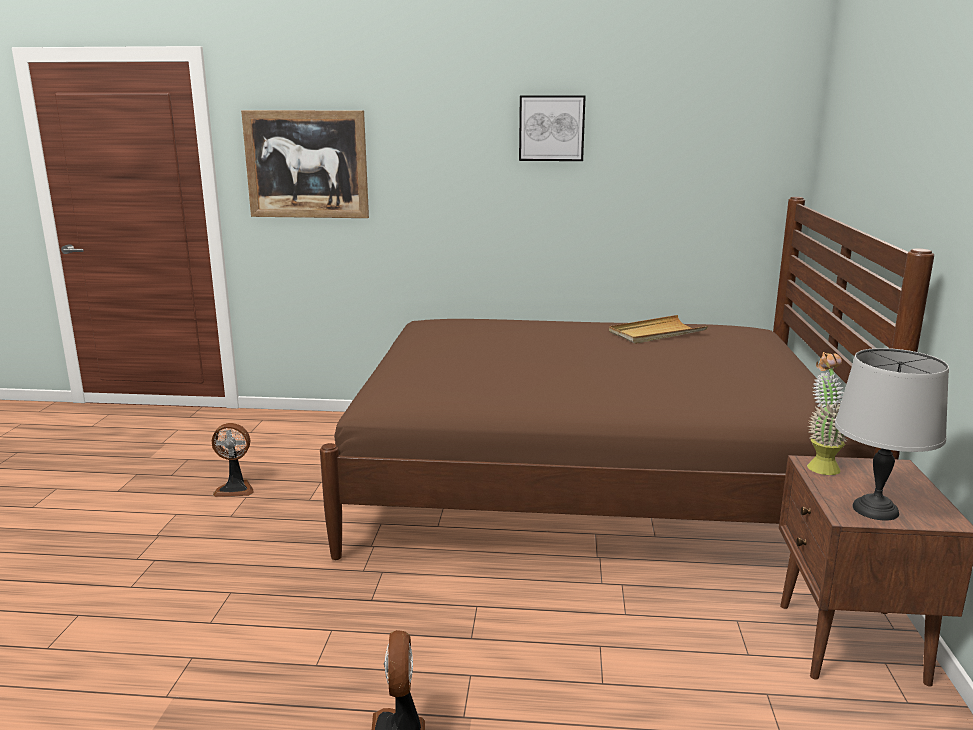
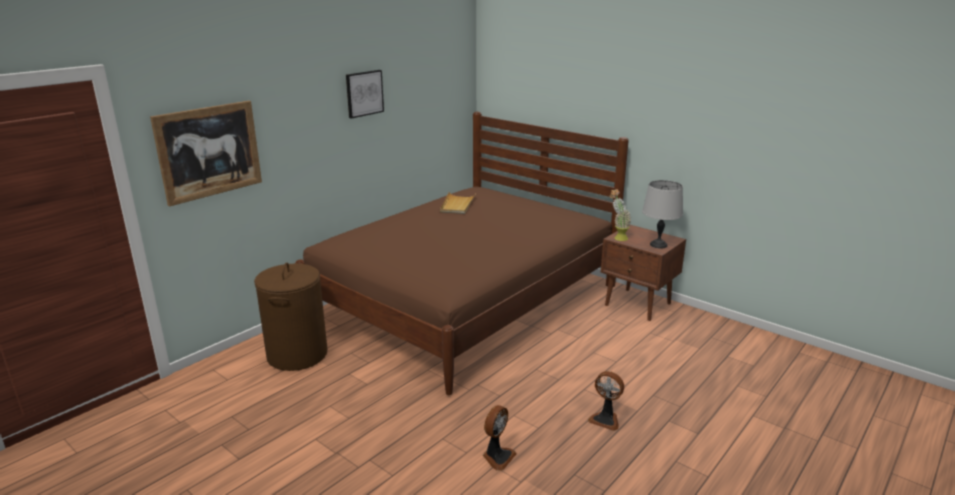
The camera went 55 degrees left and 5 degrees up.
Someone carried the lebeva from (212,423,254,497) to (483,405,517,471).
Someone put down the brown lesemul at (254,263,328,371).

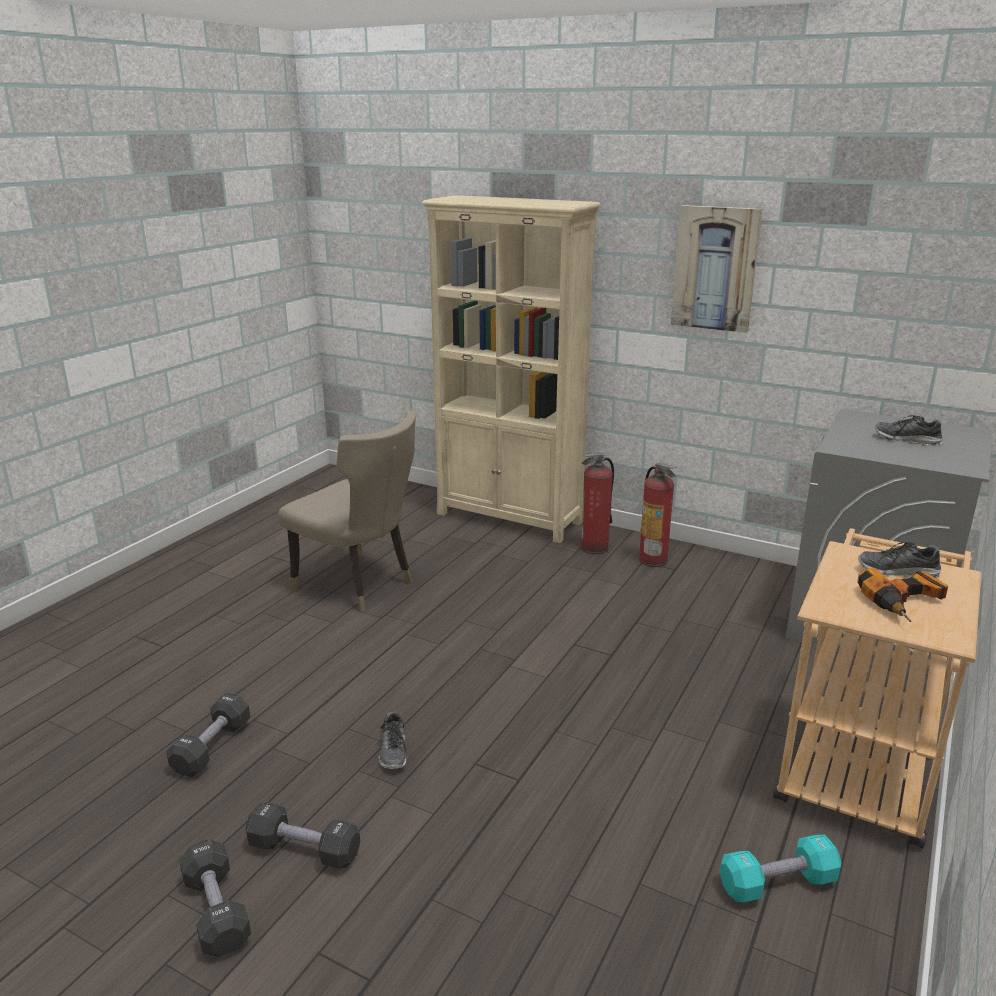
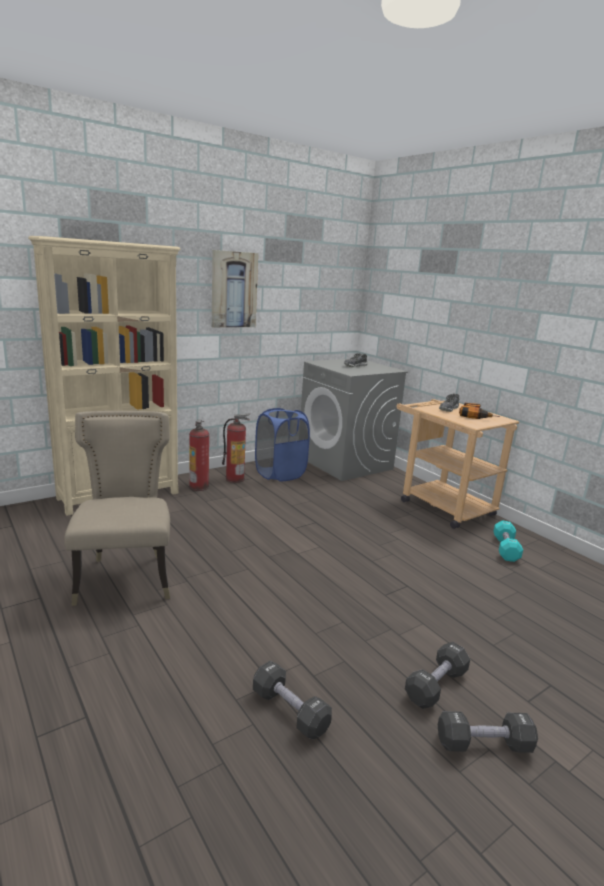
The camera went 65 degrees left and 5 degrees down.
Someone rotated the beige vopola at (278,411,416,612) by 75 degrees counterclockwise.
Someone took away the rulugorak at (379,712,406,769).
Someone put down the blue lesemul at (255,408,310,481).

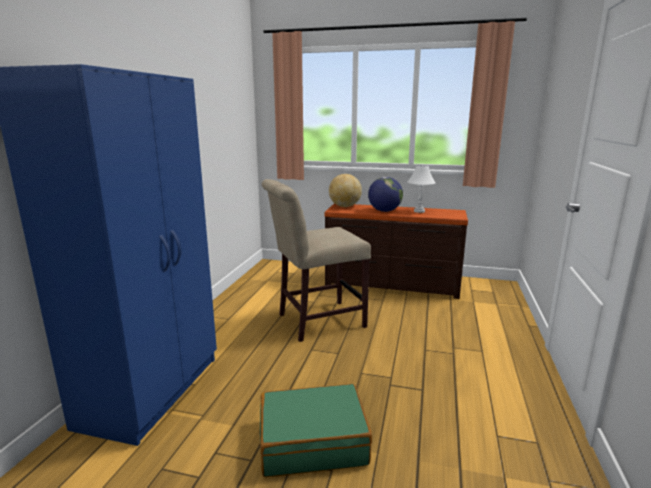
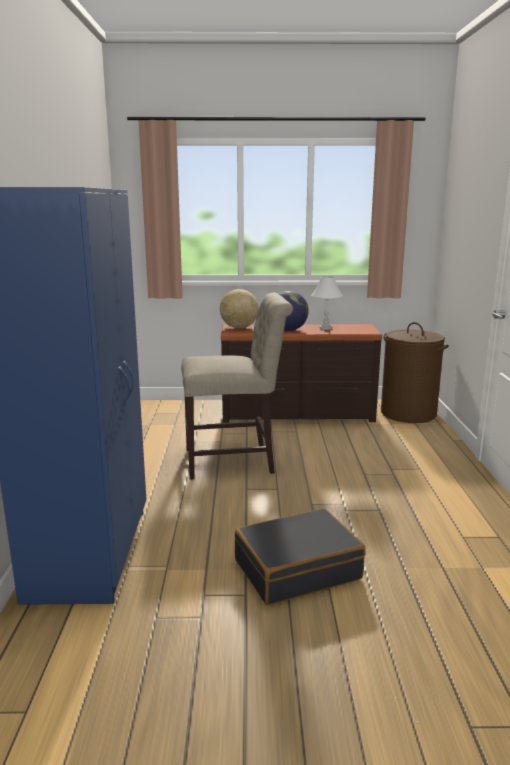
The camera went 15 degrees left and 0 degrees up.
Someone repainted the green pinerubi at (260,384,372,477), which became the black pinerubi at (235,508,365,605).
Someone rotated the beige vopola at (262,179,371,342) by 150 degrees counterclockwise.
Someone put down the brown lesemul at (381,322,449,423).

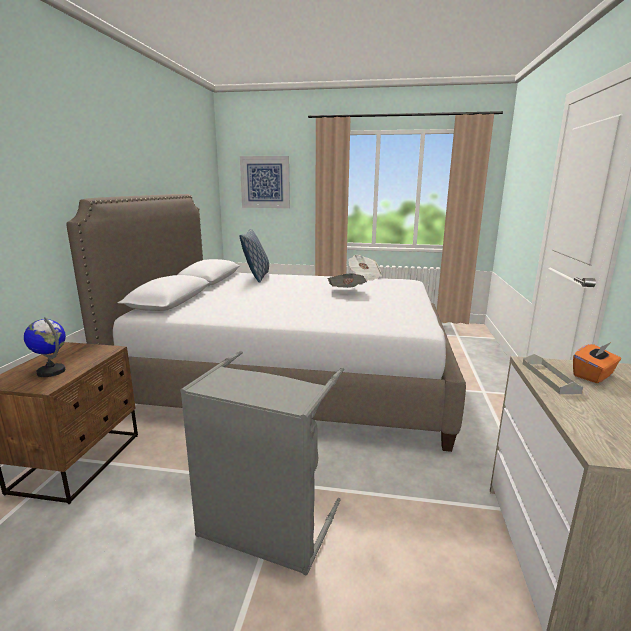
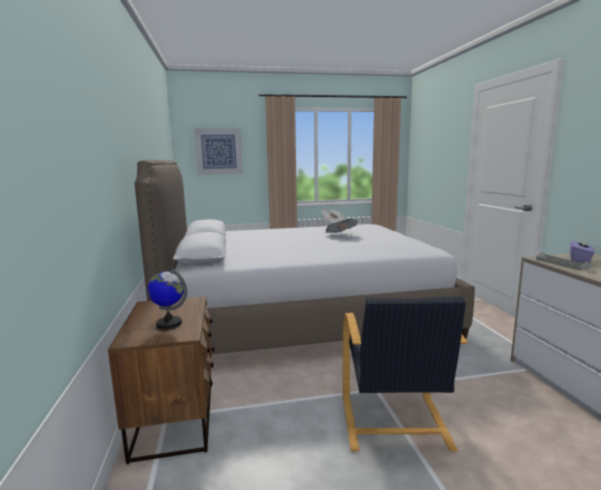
The camera went 20 degrees left and 5 degrees down.
Someone swapped the grey lesemul at (180,351,344,575) for the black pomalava at (343,296,468,451).
Someone took away the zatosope at (240,229,269,283).
Someone repainted the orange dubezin at (573,342,621,383), which became the purple dubezin at (570,238,595,263).

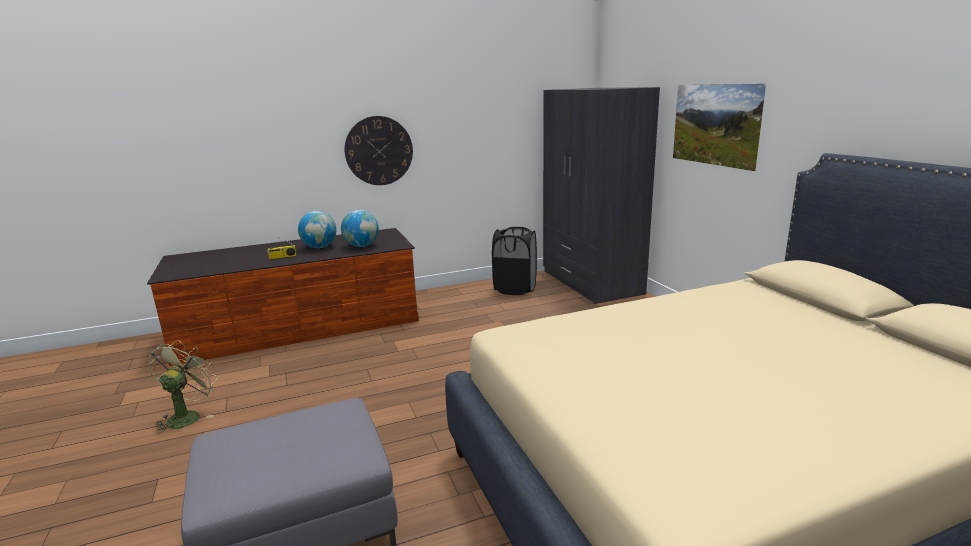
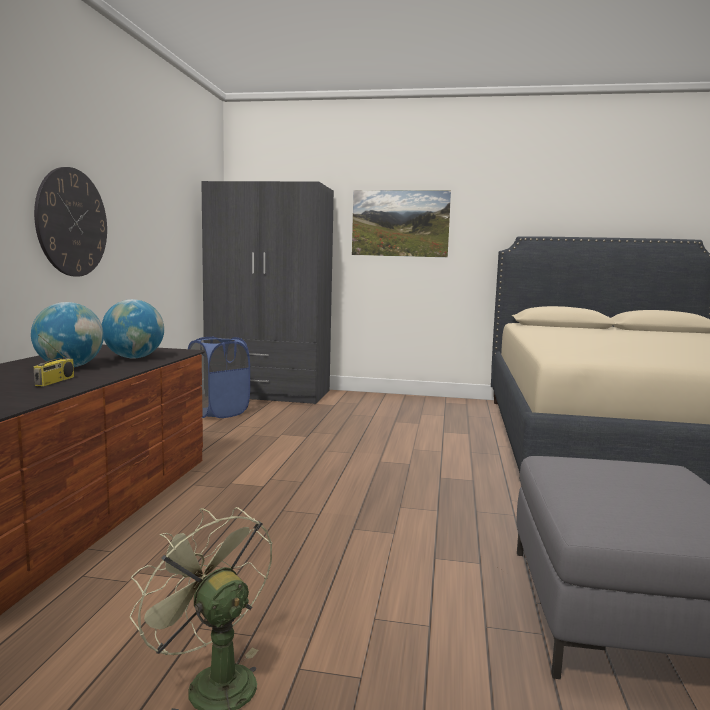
The camera went 60 degrees left and 10 degrees down.
Someone repainted the black lesemul at (492,227,537,295), which became the blue lesemul at (188,336,250,418).

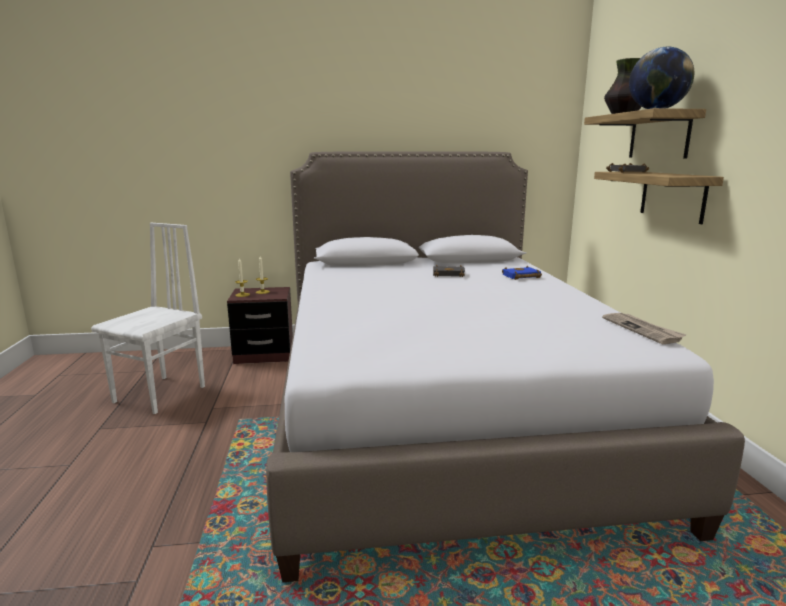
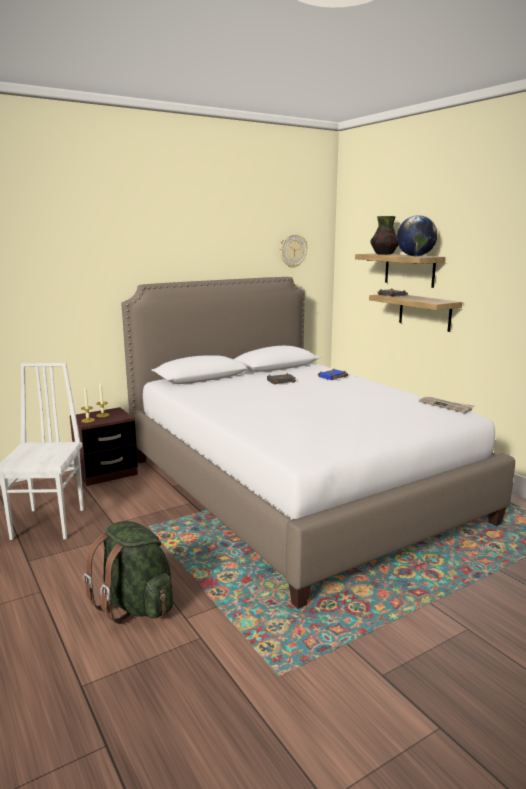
The camera went 25 degrees left and 0 degrees up.
Someone put down the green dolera at (83,521,173,624).
Someone put up the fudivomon at (280,234,307,268).

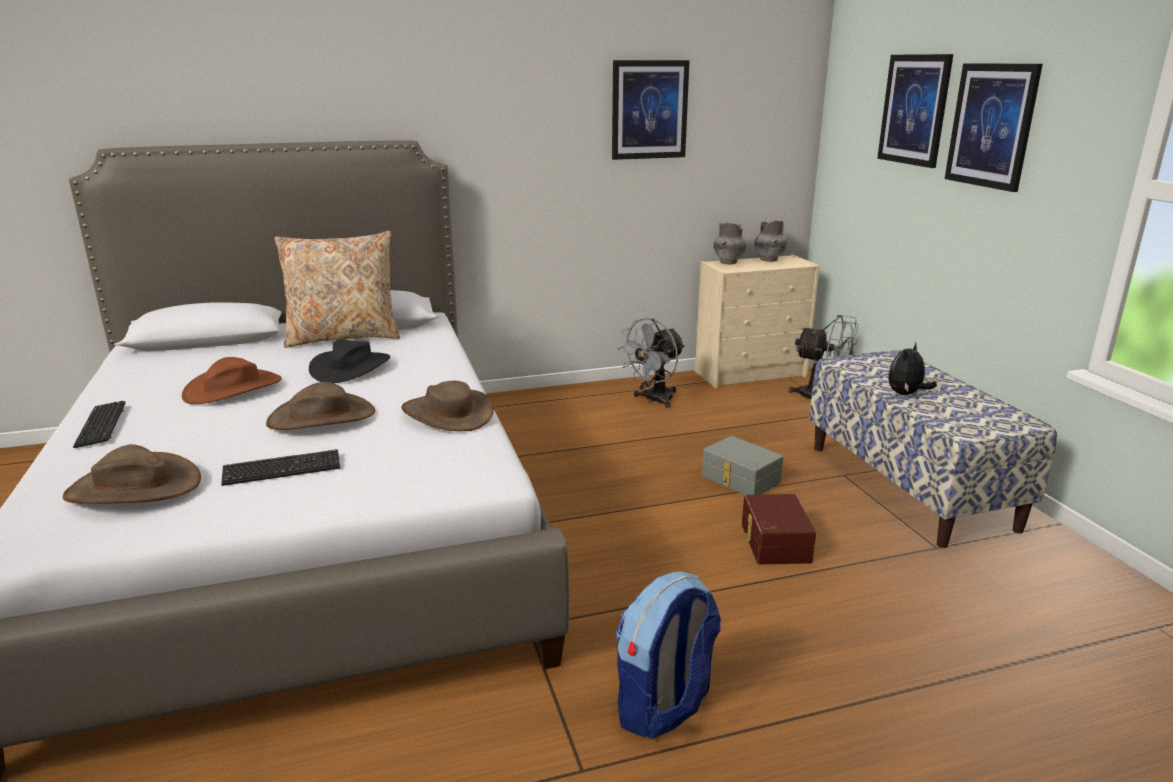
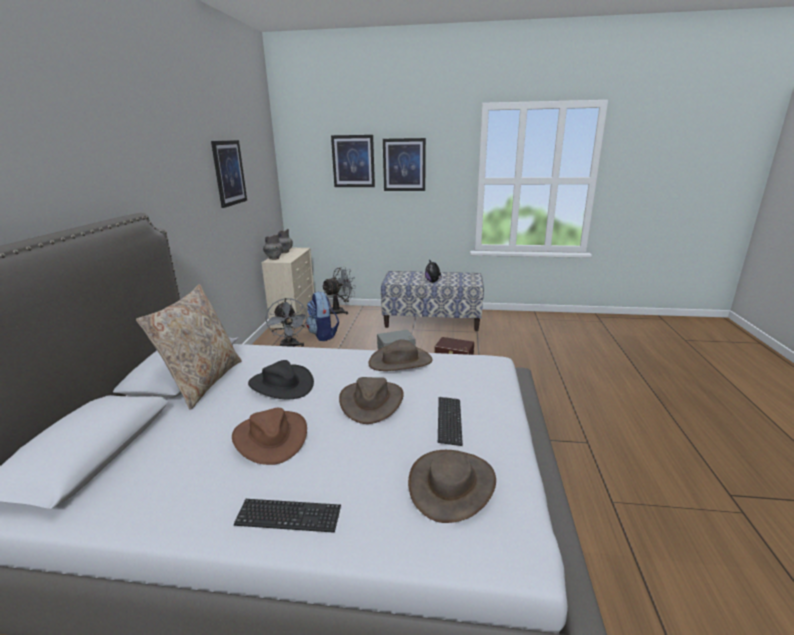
The camera went 65 degrees left and 0 degrees up.
Someone carried the dolera from (616,571,721,739) to (306,291,339,341).

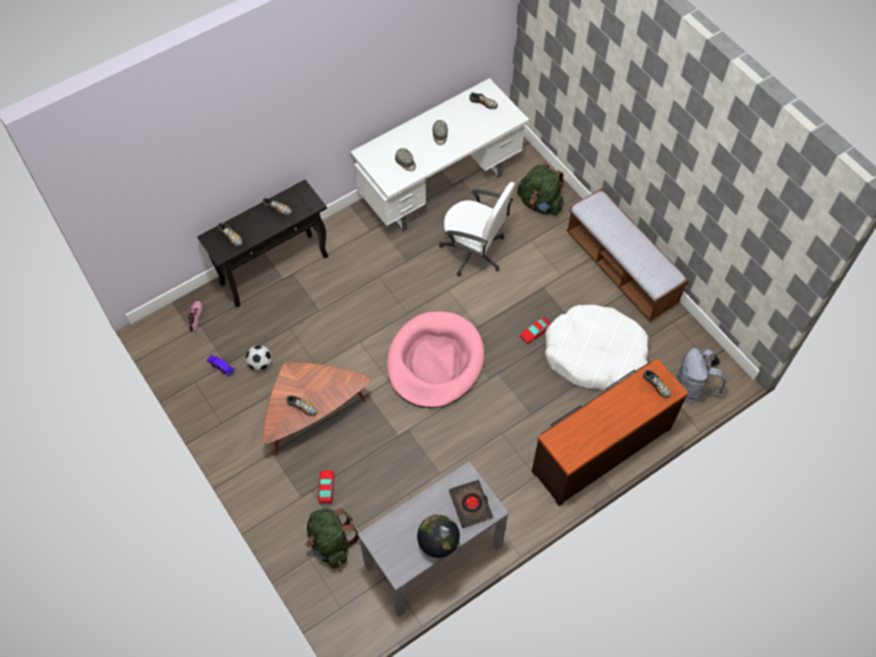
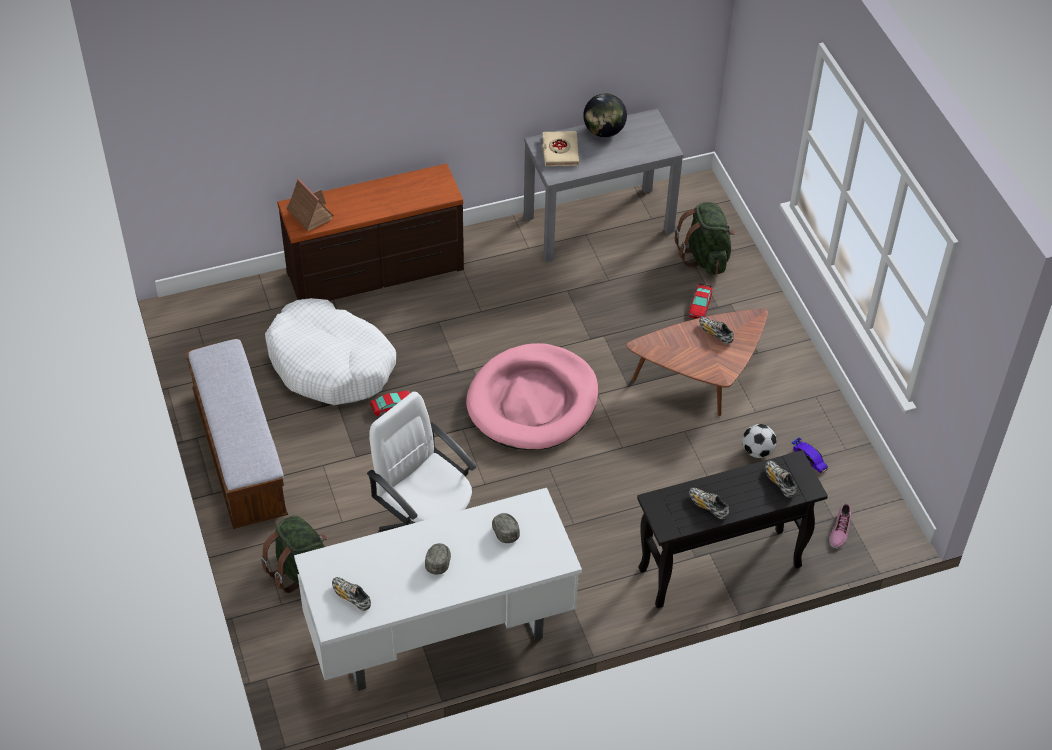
The camera went 165 degrees left and 10 degrees down.
Someone repainted the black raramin at (449,480,493,528), which became the beige raramin at (543,131,580,166).
Someone swapped the rulugorak at (643,370,671,398) for the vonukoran at (286,178,334,231).
Someone took away the grey dolera at (676,348,726,402).

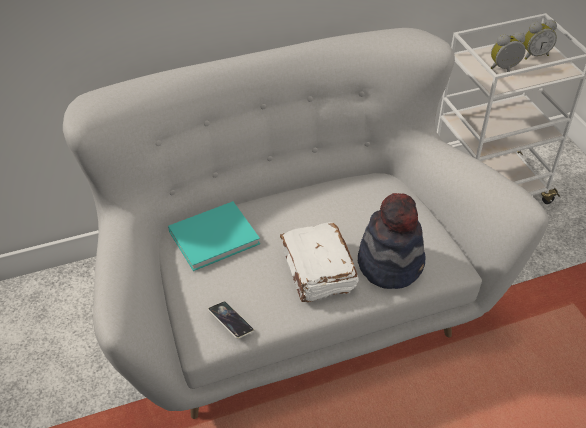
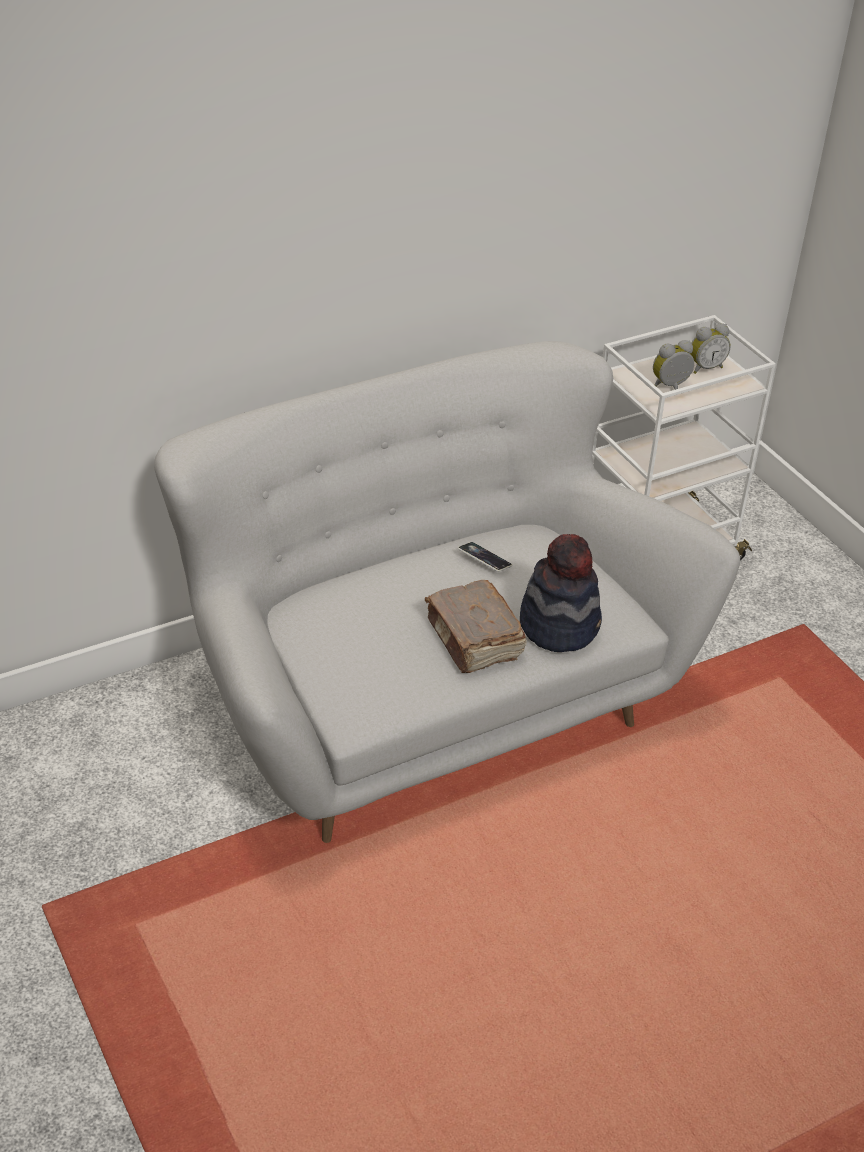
The camera went 10 degrees left and 5 degrees down.
Someone took away the turquoise raramin at (168,201,260,271).
Someone carried the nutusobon from (208,301,254,339) to (458,542,512,572).
Someone repainted the white raramin at (280,222,359,302), which became the brown raramin at (425,580,527,673).

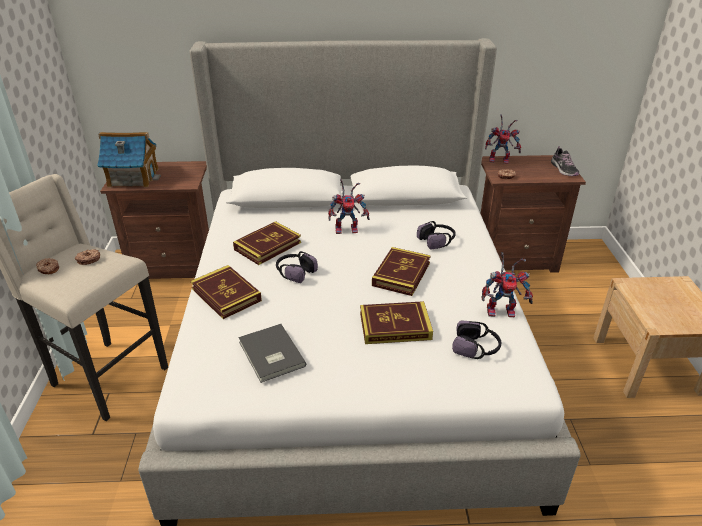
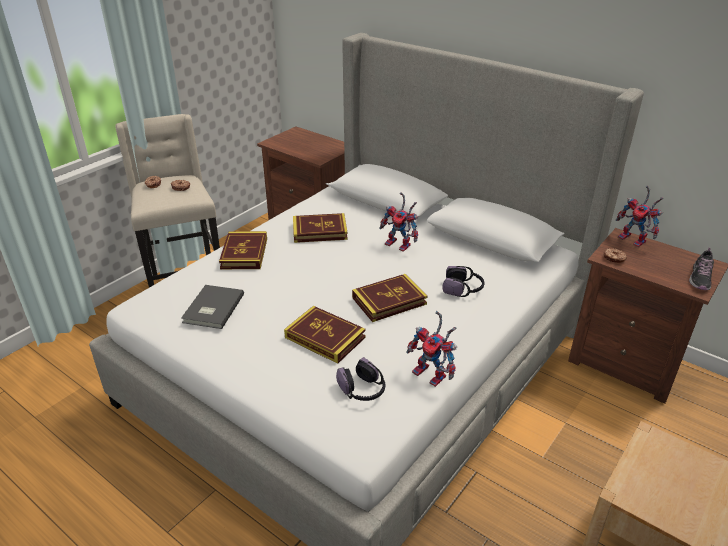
The camera went 40 degrees right and 0 degrees up.
Someone took away the vonukoran at (97,132,161,187).
Someone took away the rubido at (276,251,318,283).

